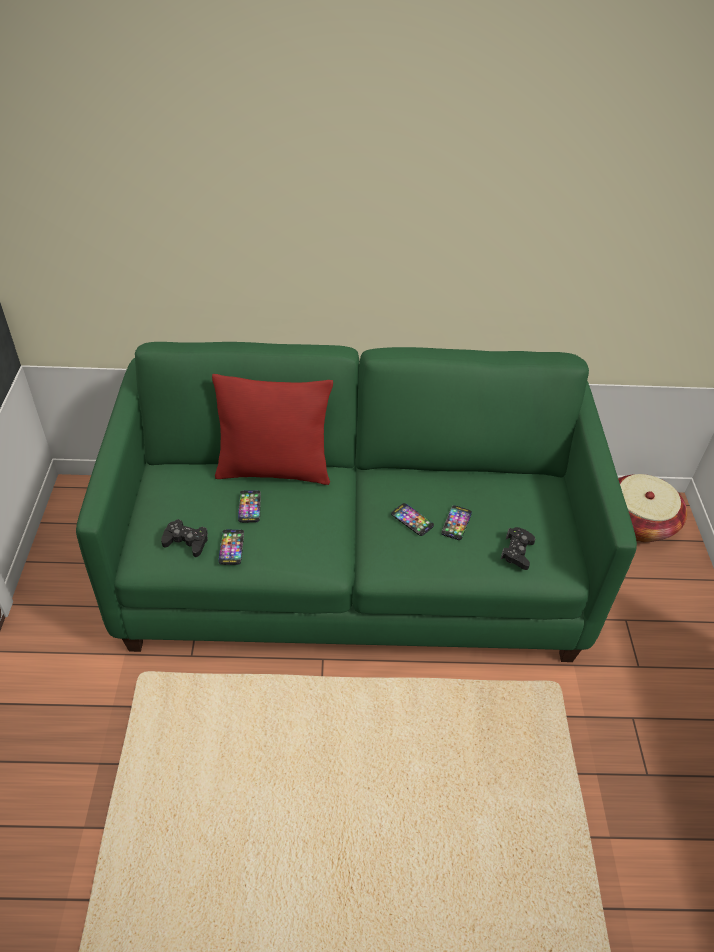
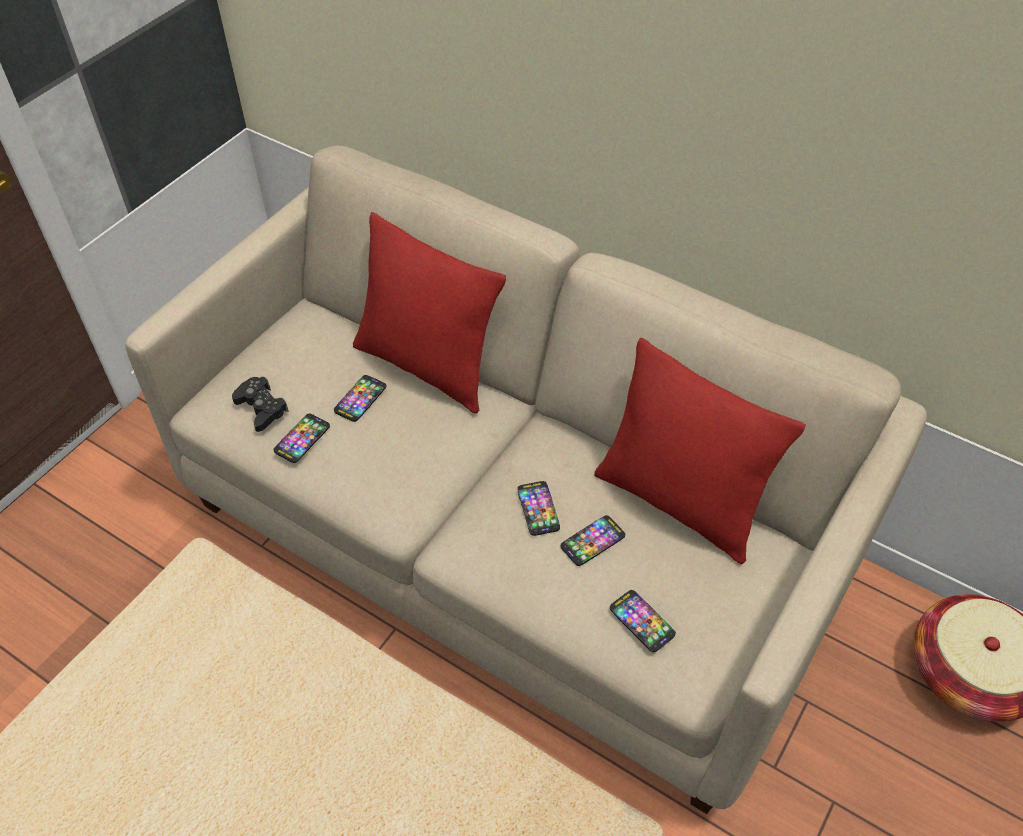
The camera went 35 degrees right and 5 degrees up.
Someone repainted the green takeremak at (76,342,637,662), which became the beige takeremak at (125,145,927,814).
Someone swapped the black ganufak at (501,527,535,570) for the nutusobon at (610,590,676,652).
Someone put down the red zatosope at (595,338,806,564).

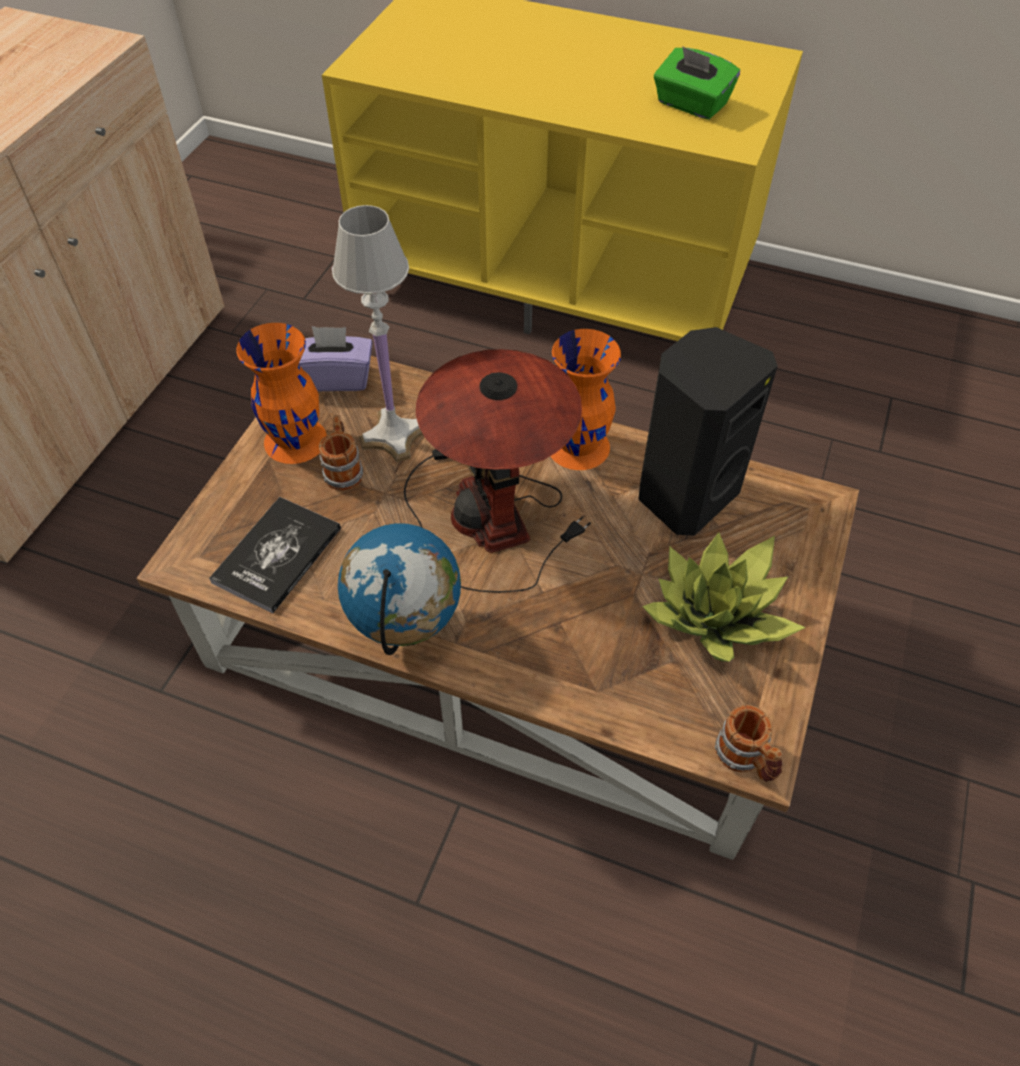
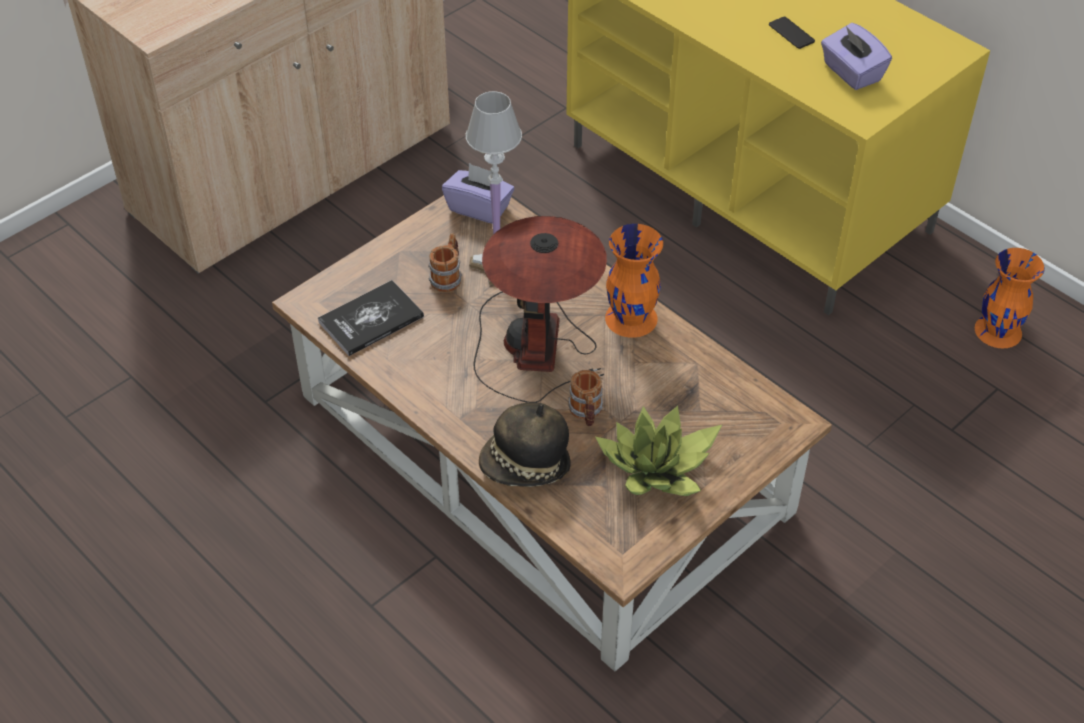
The camera went 25 degrees right and 5 degrees down.
Someone carried the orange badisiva from (236,323,327,464) to (975,248,1045,348).
Someone took away the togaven at (338,523,461,655).
Someone took away the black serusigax at (638,327,778,536).
Someone repainted the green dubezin at (654,46,740,120), which became the purple dubezin at (821,23,892,90).
Someone carried the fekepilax from (715,705,783,782) to (569,370,603,426).
Someone put down the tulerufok at (479,403,571,487).
Someone put down the nutusobon at (769,16,815,49).

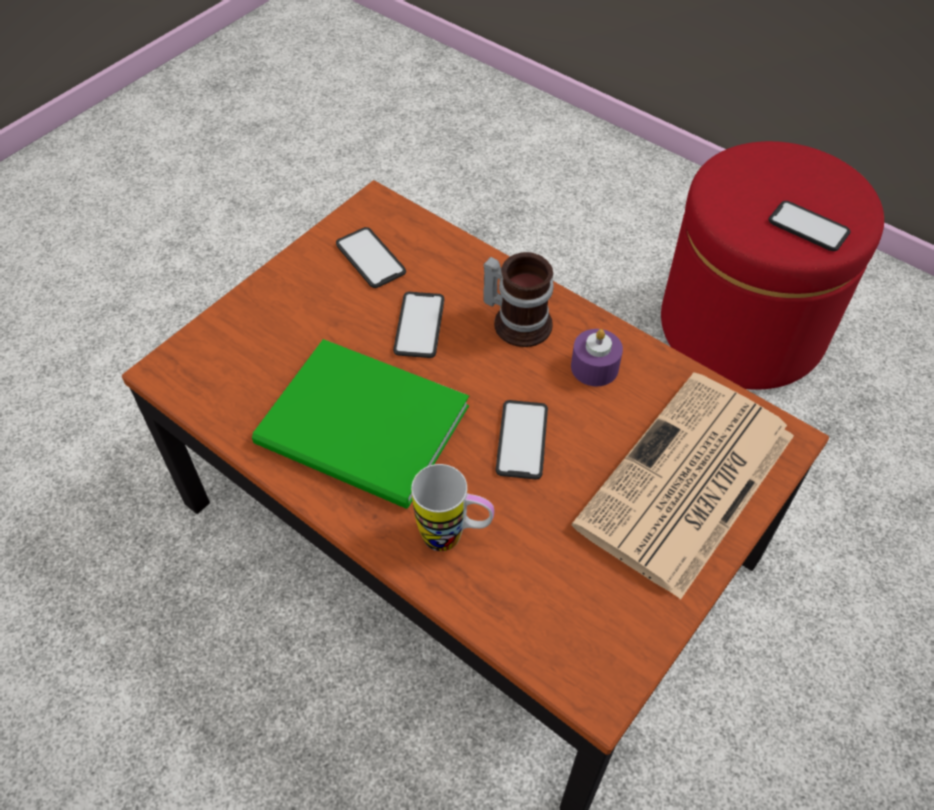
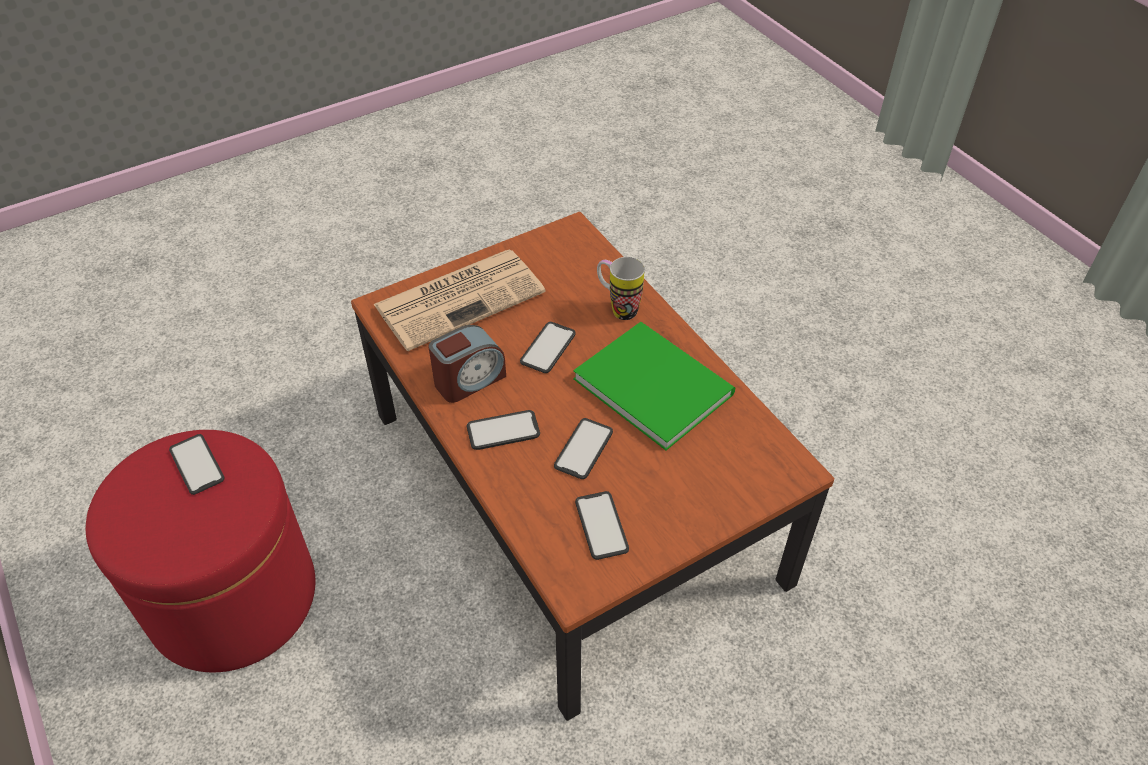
The camera went 160 degrees left and 5 degrees down.
Someone swapped the fekepilax at (484,252,554,347) for the nutusobon at (467,410,540,450).
Someone swapped the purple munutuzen at (571,329,623,387) for the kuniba at (429,325,506,403).

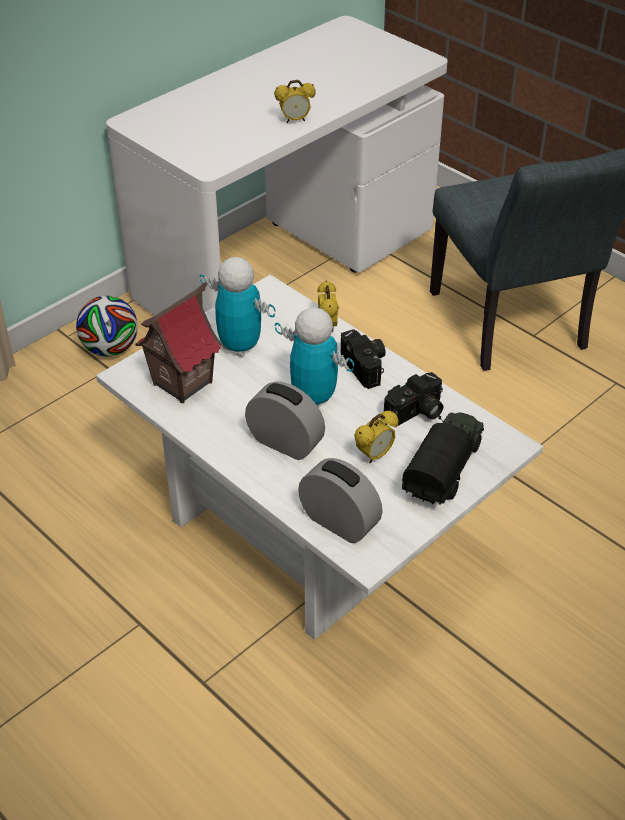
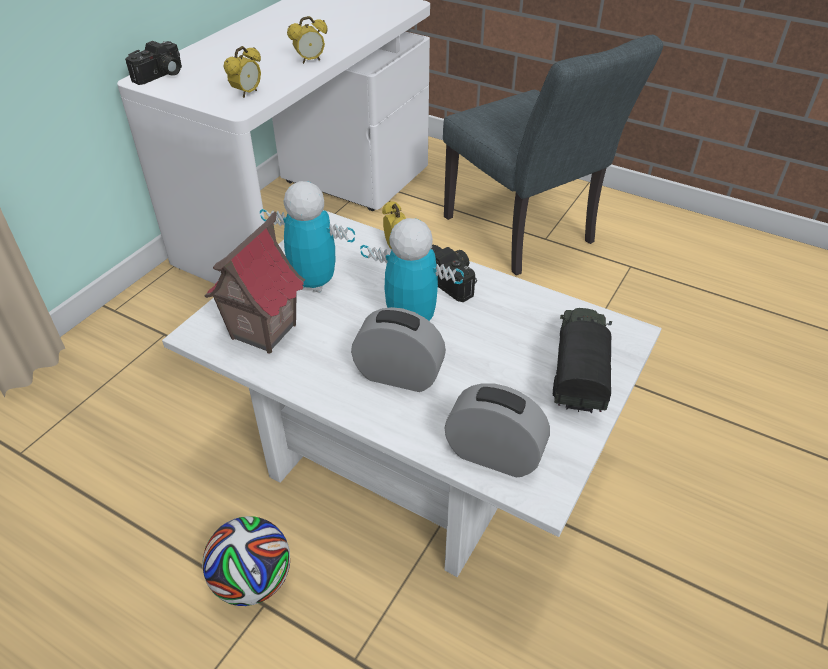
The camera went 15 degrees left and 0 degrees up.
Someone carried the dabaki from (76,296,138,356) to (202,516,290,606).
Someone carried the kuniba from (354,411,399,463) to (223,46,261,98).
Someone carried the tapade from (384,372,443,426) to (125,41,182,85).

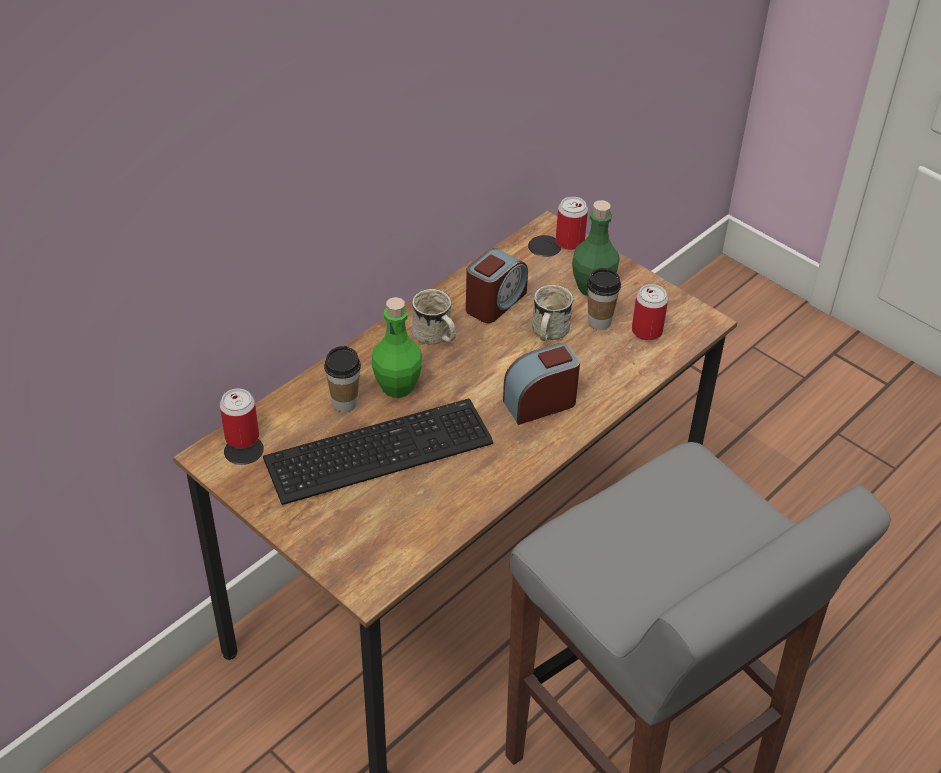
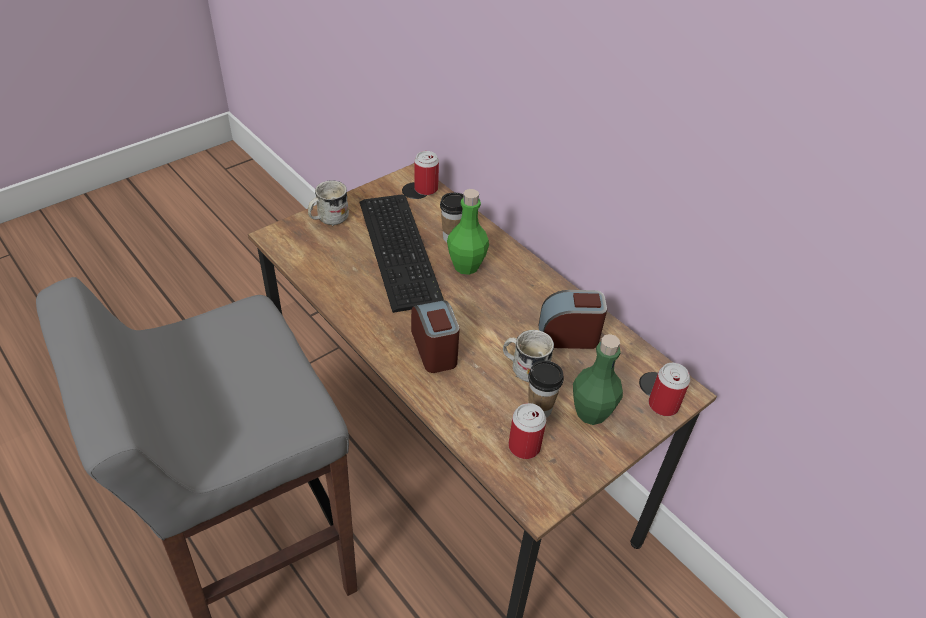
The camera went 95 degrees right and 0 degrees up.
Someone carried the white fekepilax from (412,289,456,345) to (308,180,349,226).
Someone rotated the kuniba at (466,248,528,323) by 135 degrees clockwise.

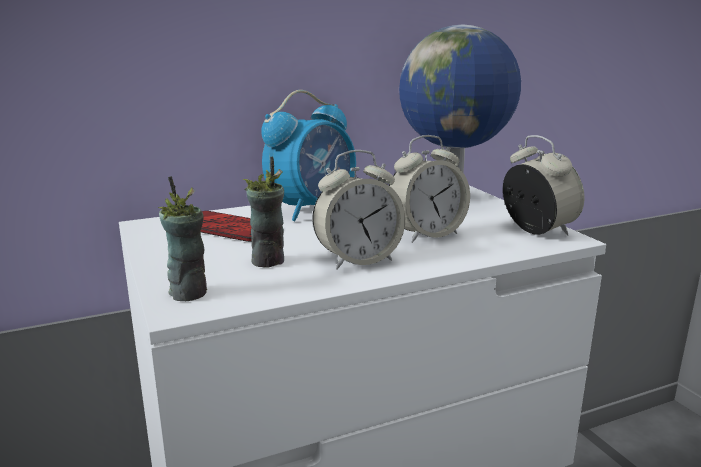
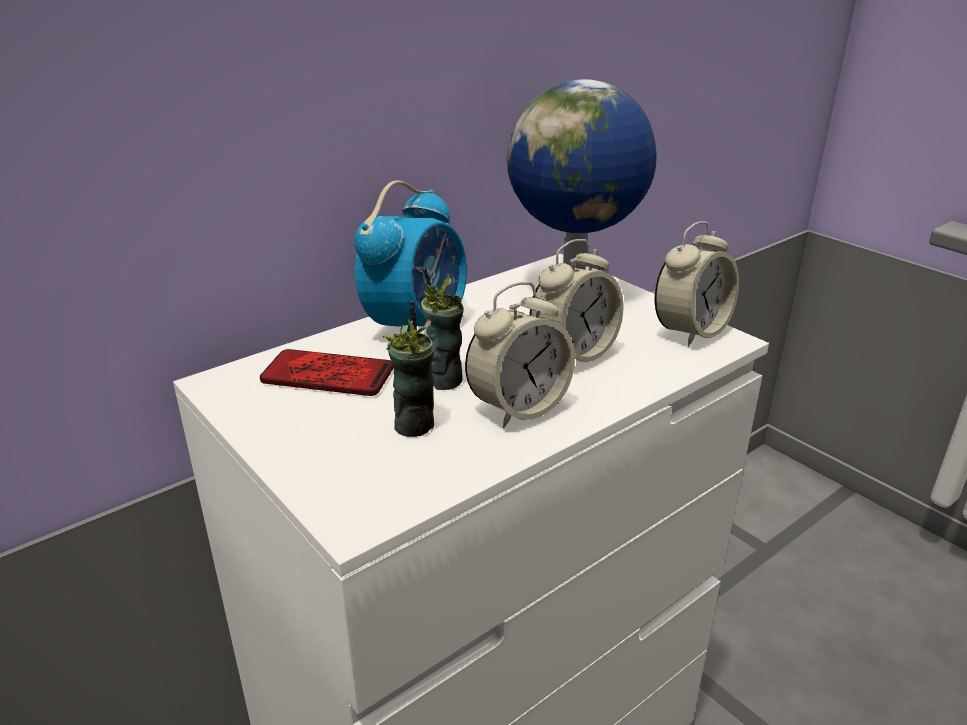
The camera went 15 degrees left and 10 degrees up.
Someone carried the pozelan from (158,176,207,301) to (421,268,464,390).
Someone rotated the kuniba at (503,135,585,236) by 90 degrees clockwise.

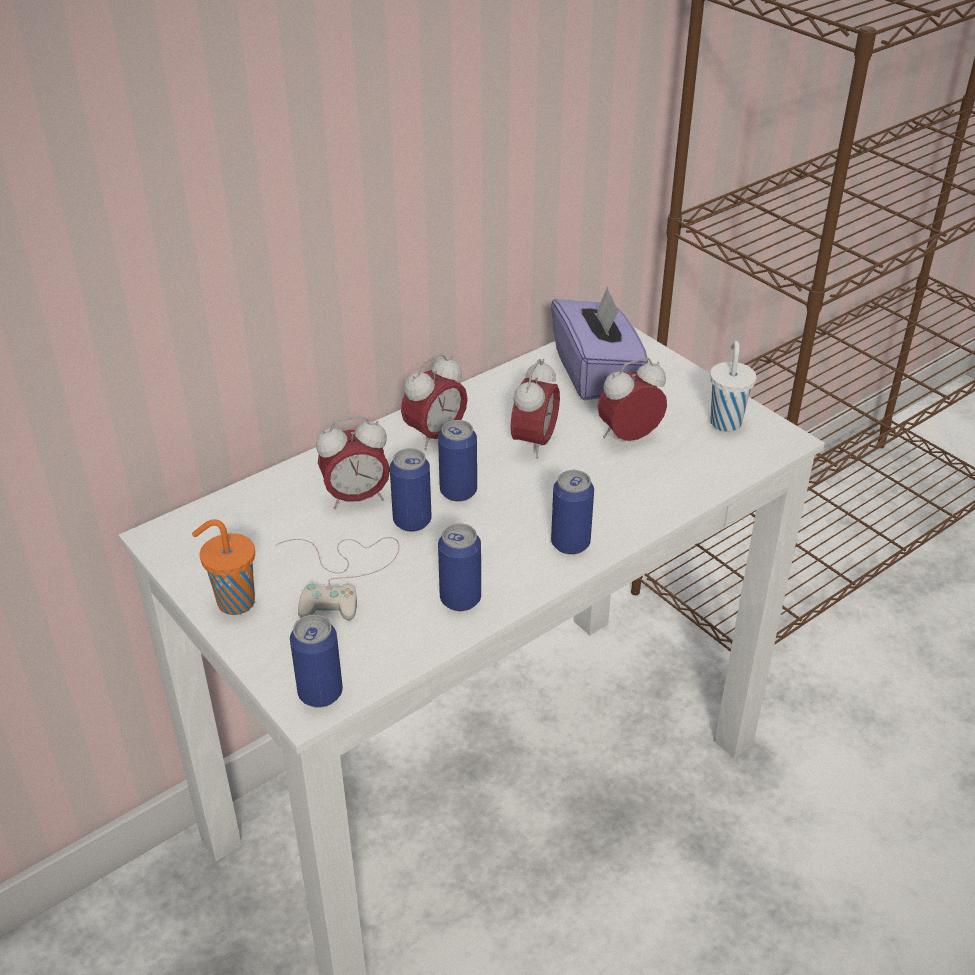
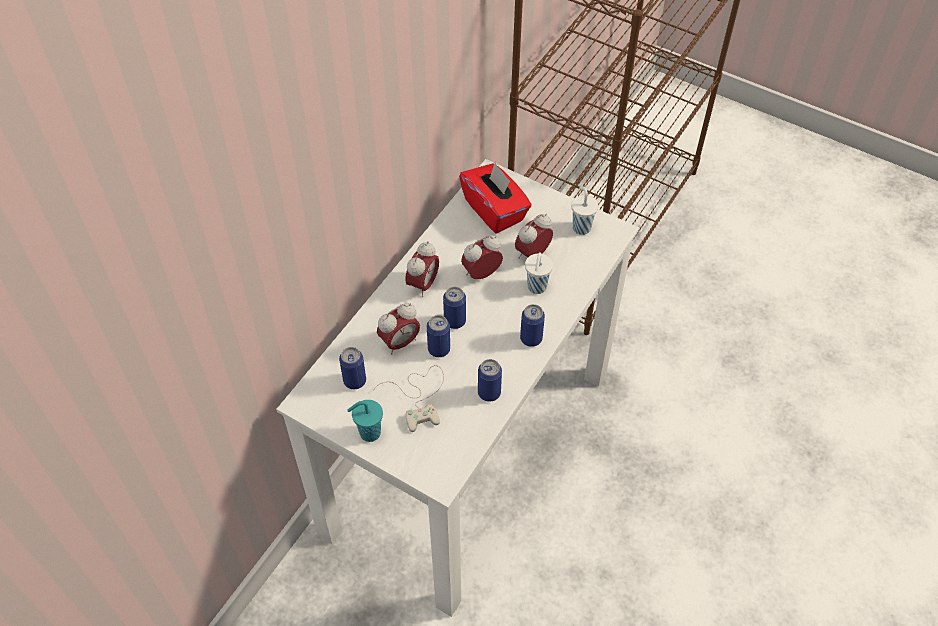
The camera went 20 degrees left and 15 degrees up.
Someone repainted the orange pozelan at (192,519,255,615), which became the turquoise pozelan at (347,400,383,442).
Someone carried the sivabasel from (290,615,343,708) to (339,347,366,389).
Someone rotated the kuniba at (511,359,560,459) by 120 degrees counterclockwise.
Someone repainted the purple dubezin at (551,286,649,400), which became the red dubezin at (459,162,532,234).
Someone put down the white pozelan at (525,252,553,294).

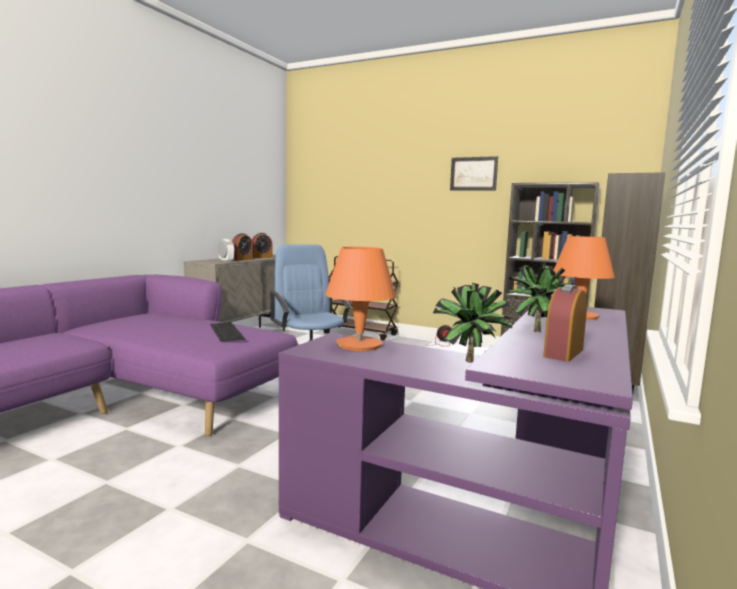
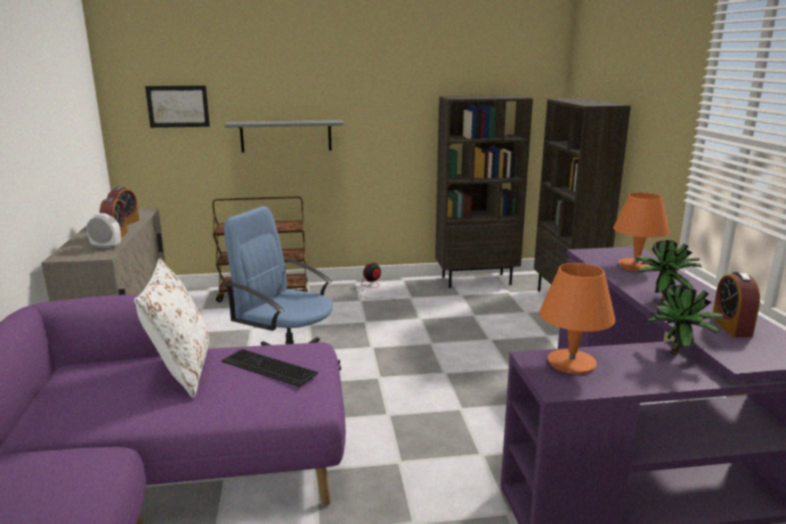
The camera went 35 degrees left and 10 degrees up.
Someone carried the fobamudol from (450,156,498,190) to (145,86,210,128).
Someone put down the white zatosope at (134,259,209,398).
Someone put up the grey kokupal at (225,120,344,152).

